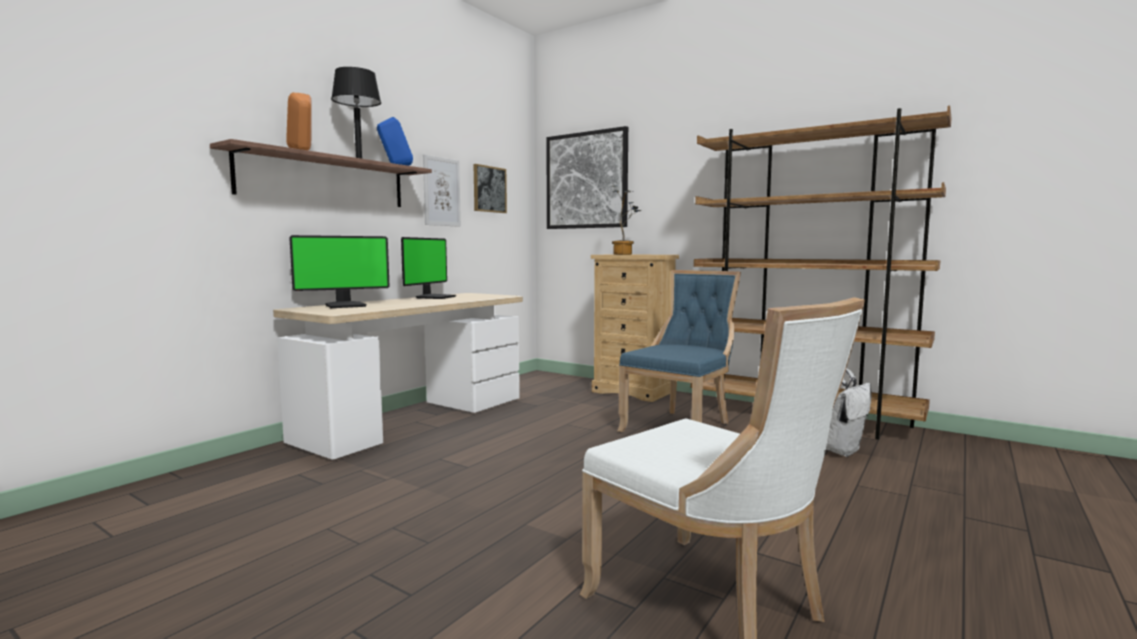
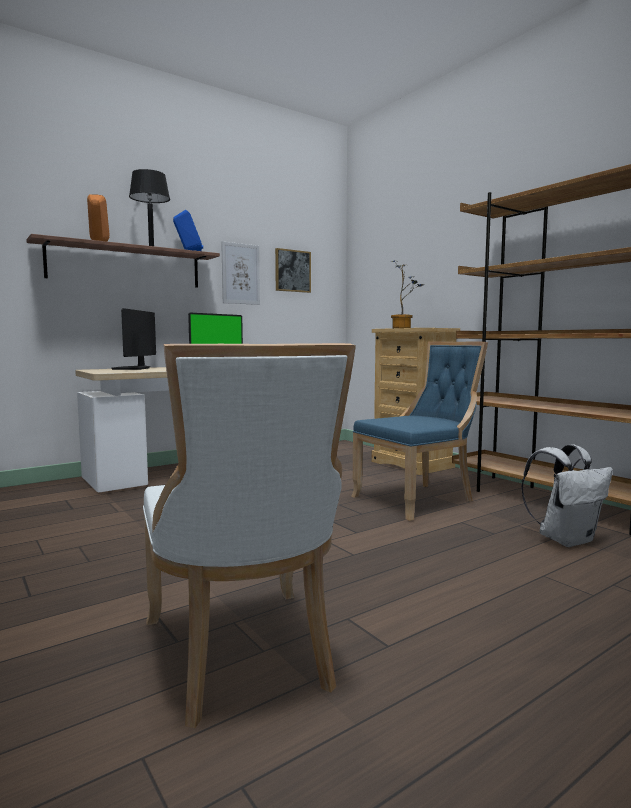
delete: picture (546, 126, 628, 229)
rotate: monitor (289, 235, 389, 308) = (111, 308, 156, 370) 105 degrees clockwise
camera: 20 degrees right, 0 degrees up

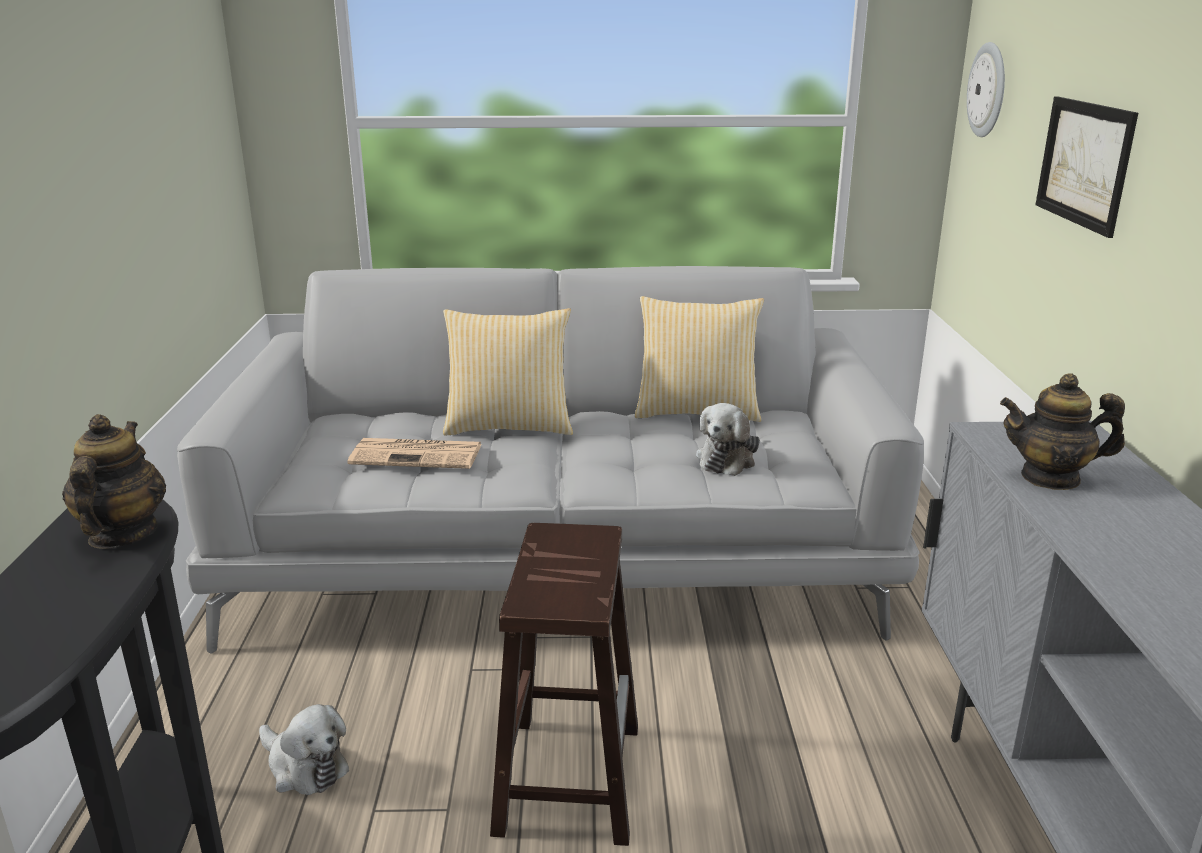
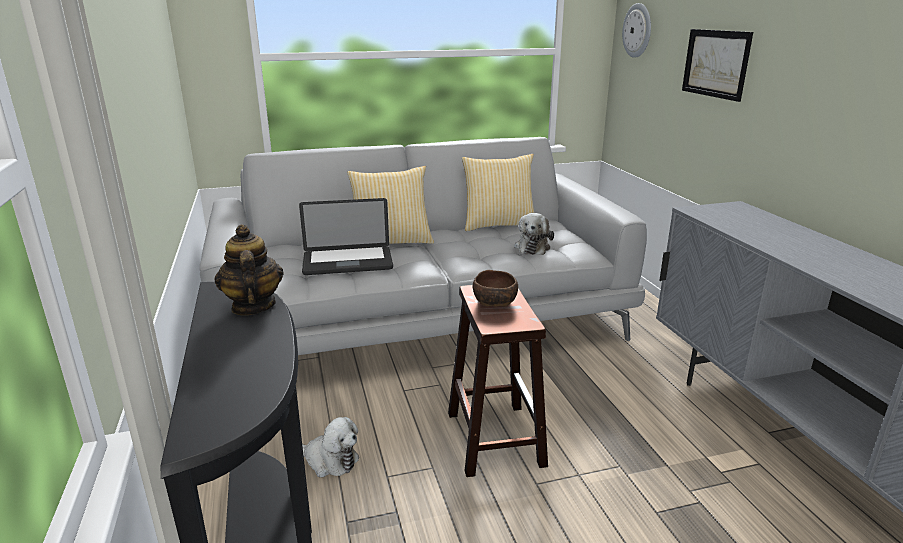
delete: teapot (1000, 373, 1125, 490)
insert: brown bowl (473, 270, 518, 307)
replace: newspaper (347, 438, 482, 469) to laptop (299, 198, 393, 275)
camera: 15 degrees left, 0 degrees up

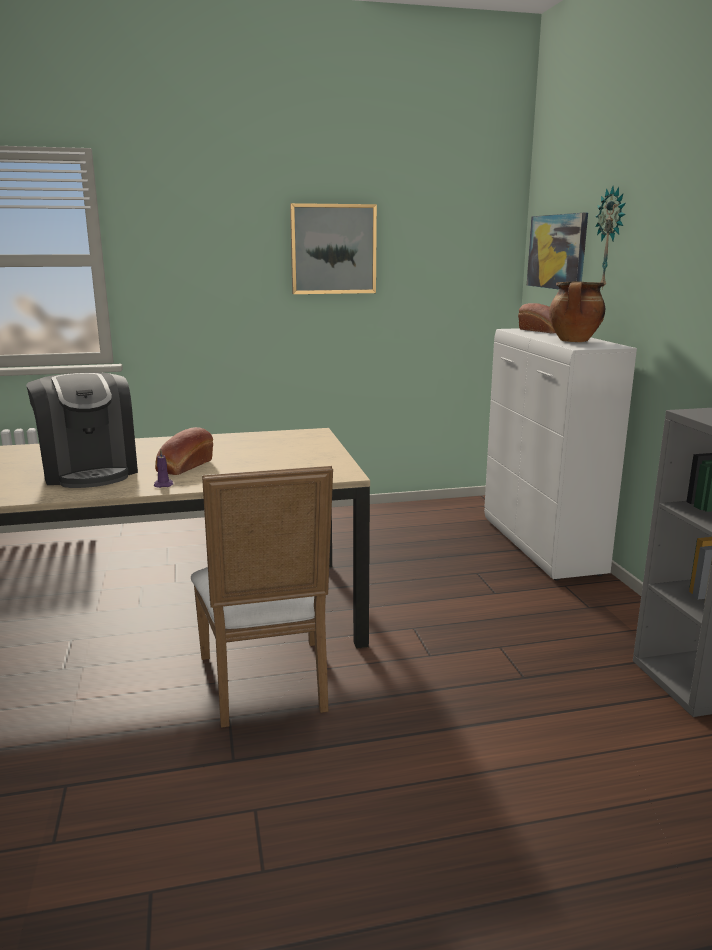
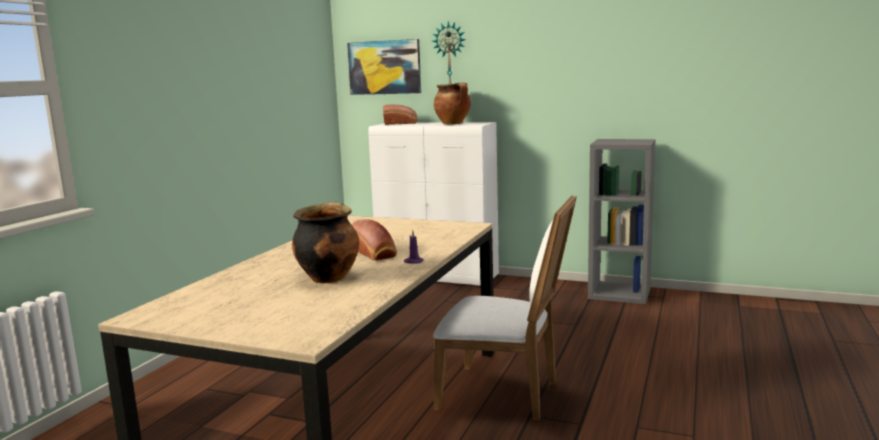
delete: picture (290, 203, 377, 294)
replace: coffee machine (26, 372, 138, 488) to cooking pot (292, 202, 359, 284)
camera: 55 degrees left, 5 degrees down

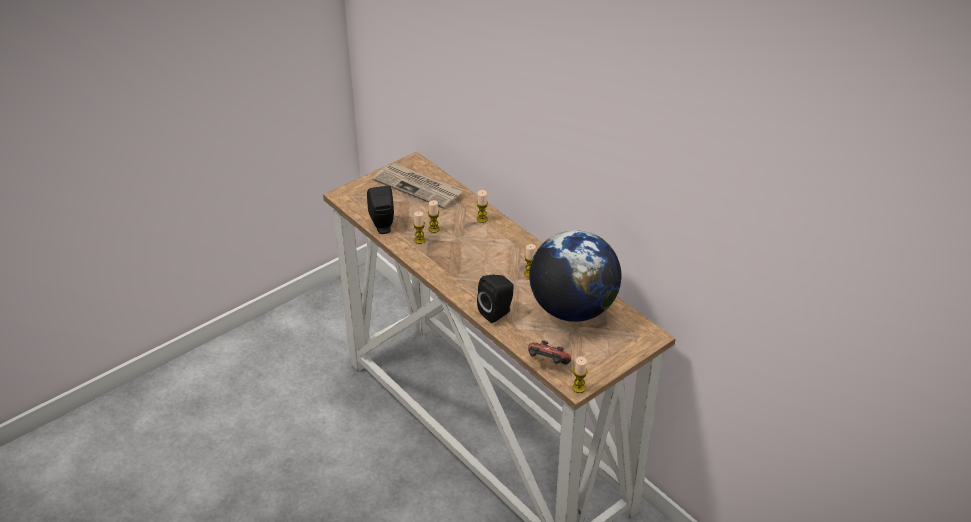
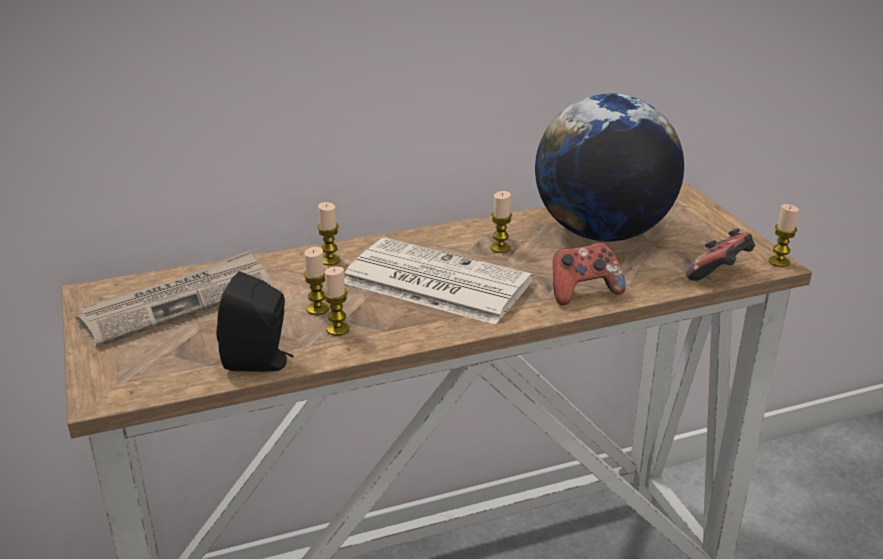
insert: newspaper (344, 238, 533, 325)
replace: black speaker (477, 274, 514, 323) to game controller (553, 243, 626, 305)
camera: 70 degrees left, 10 degrees down

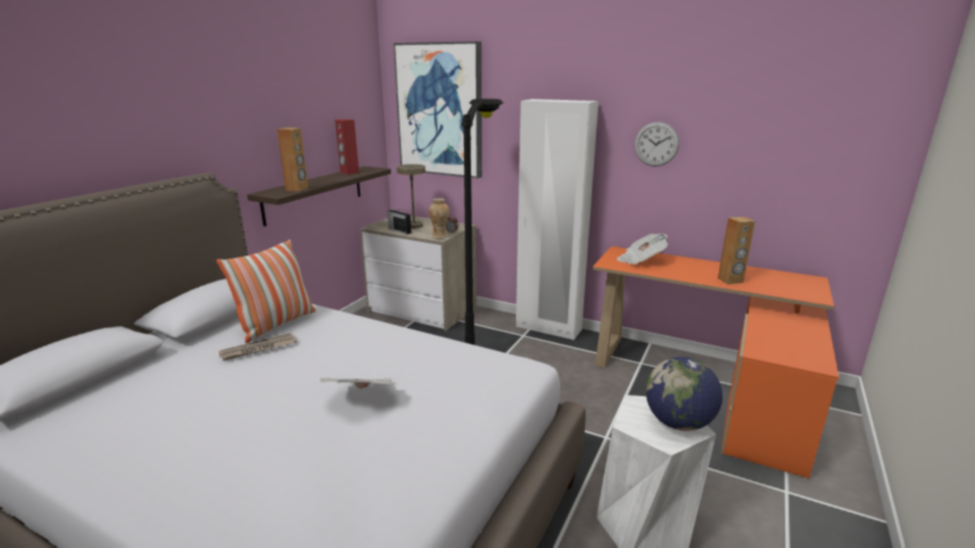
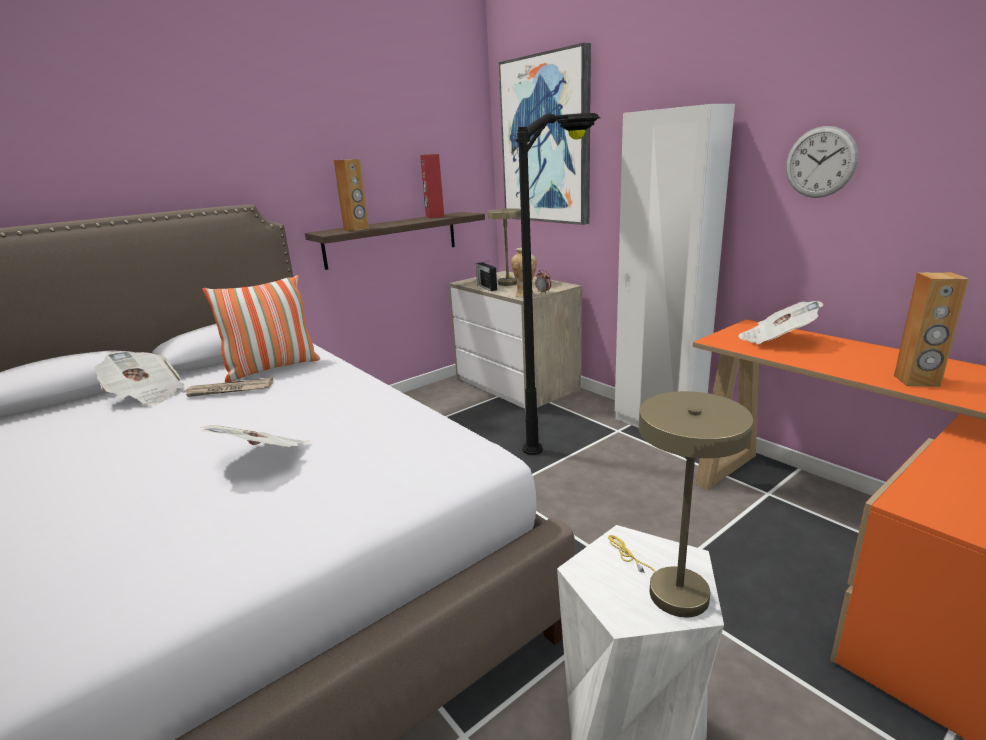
insert: newspaper (94, 351, 184, 405)
replace: globe (646, 357, 723, 431) to beige table lamp (608, 391, 753, 617)
camera: 25 degrees right, 0 degrees up

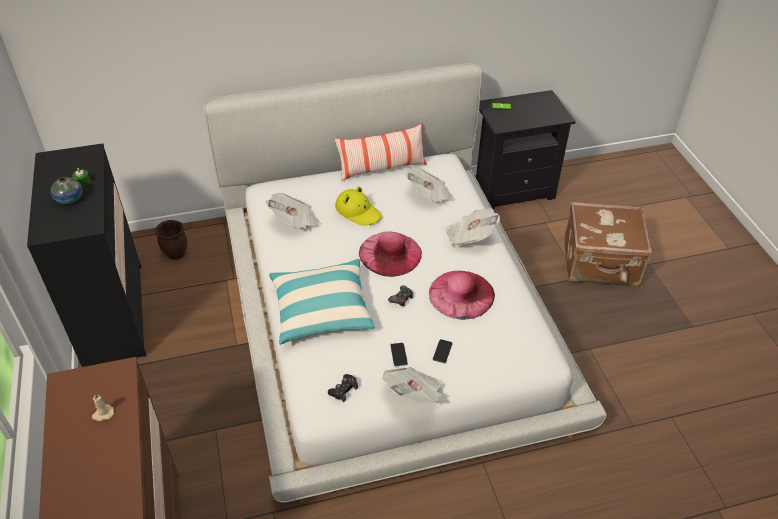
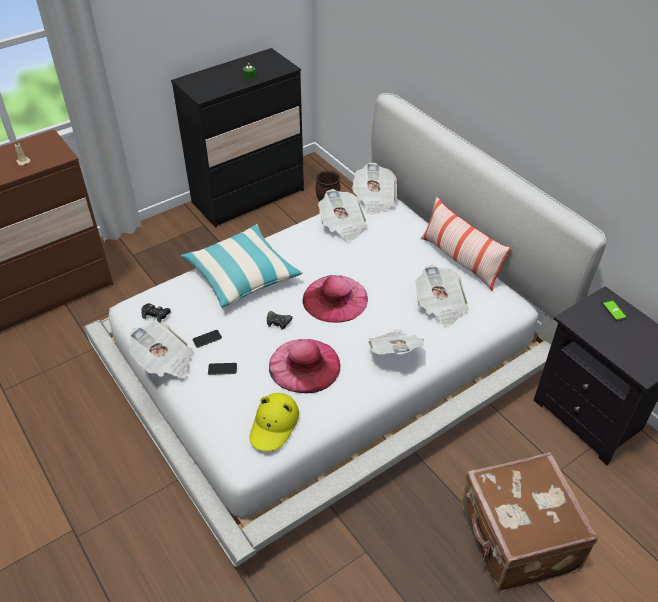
delete: vase (50, 177, 82, 204)
insert: newspaper (352, 163, 397, 215)
move: yellow hat (335, 186, 382, 226) to (249, 393, 299, 451)
camera: 70 degrees right, 0 degrees up

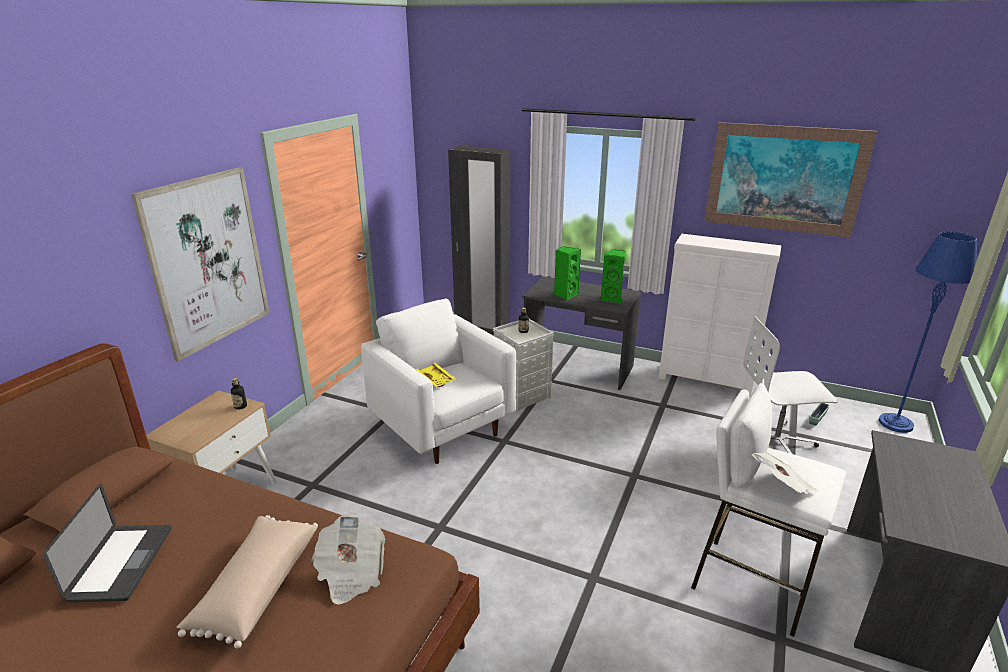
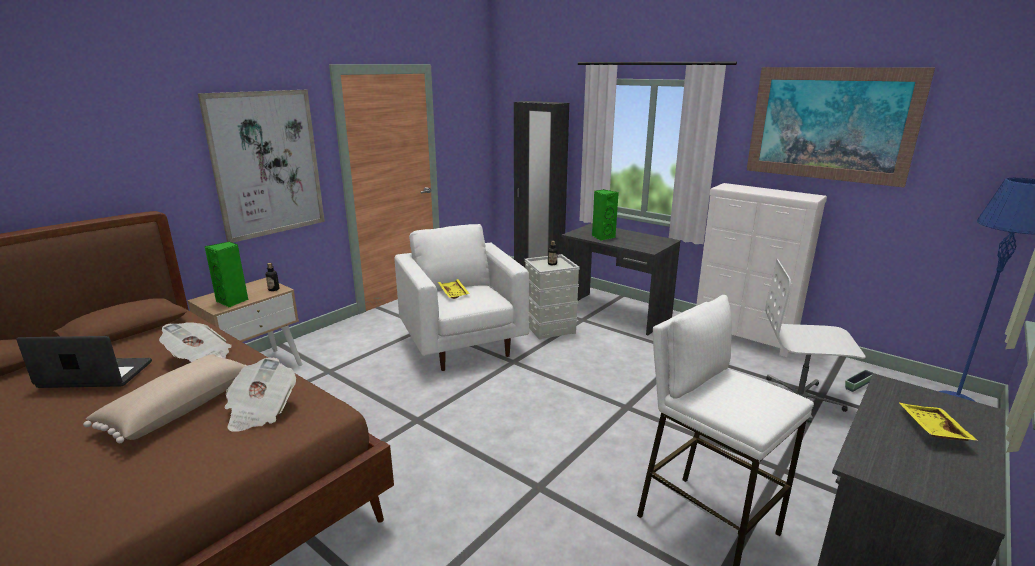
insert: yellow tray (900, 403, 978, 441)
move: newspaper (751, 452, 817, 494) to (159, 322, 232, 362); green speaker (601, 249, 625, 303) to (205, 242, 248, 308)
rotate: laptop (43, 484, 172, 603) = (16, 336, 152, 388) 105 degrees counterclockwise
camera: 15 degrees right, 5 degrees down

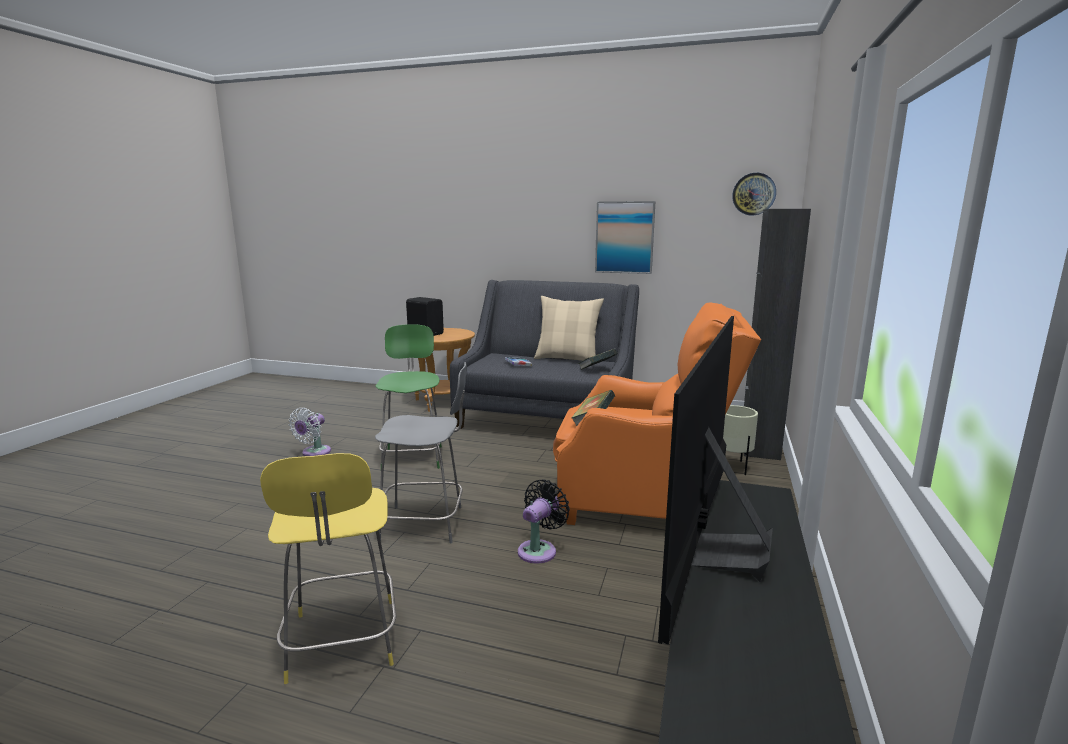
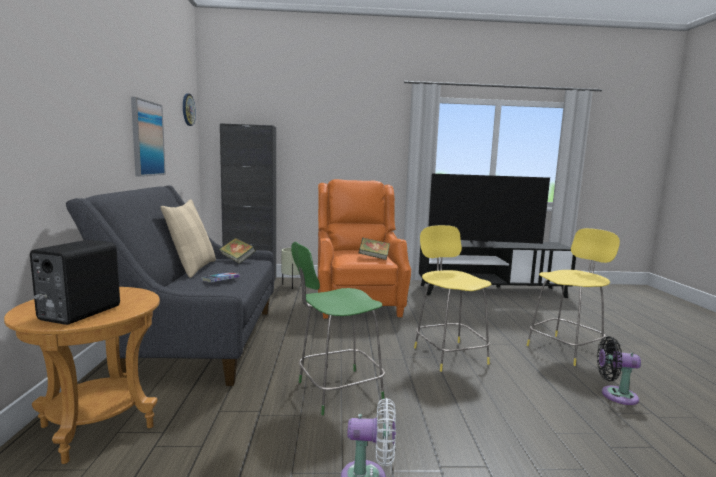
move: black fan (518, 479, 570, 564) to (597, 336, 641, 405)
recolor: grey stool (375, 362, 467, 543) to yellow stool (414, 225, 491, 372)
camera: 110 degrees left, 5 degrees down

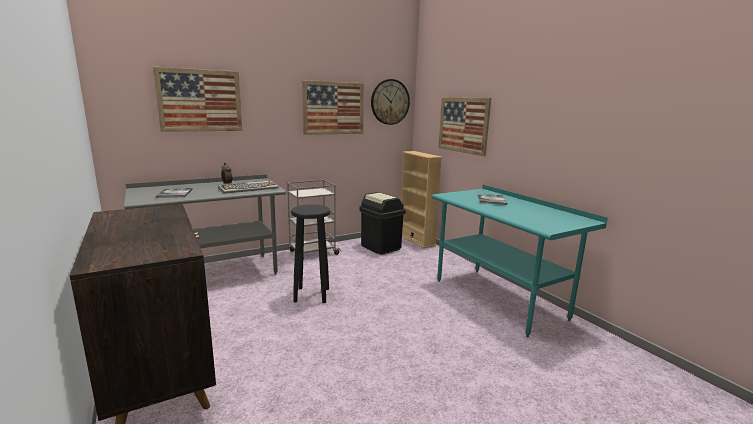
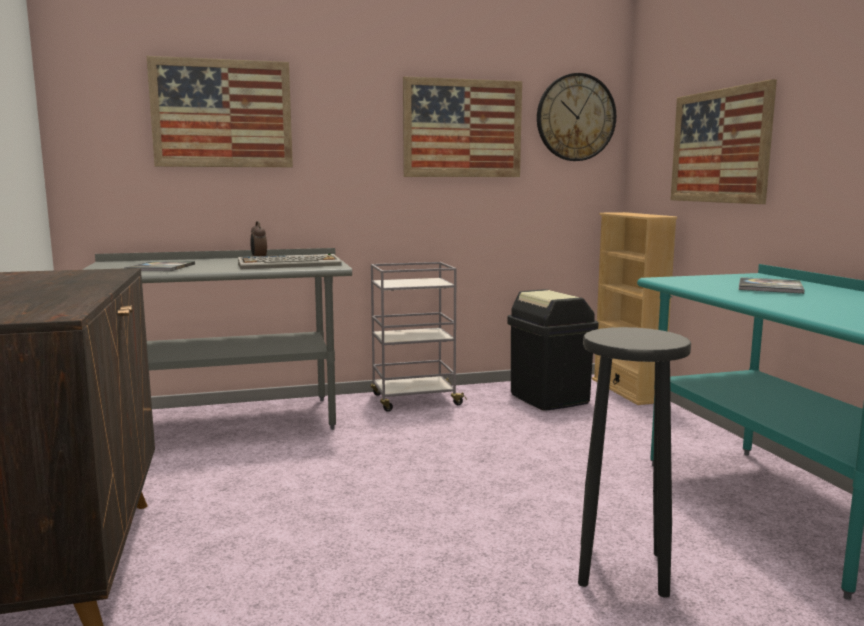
move: black stool (291, 204, 330, 303) to (578, 327, 691, 598)
camera: 15 degrees right, 5 degrees down

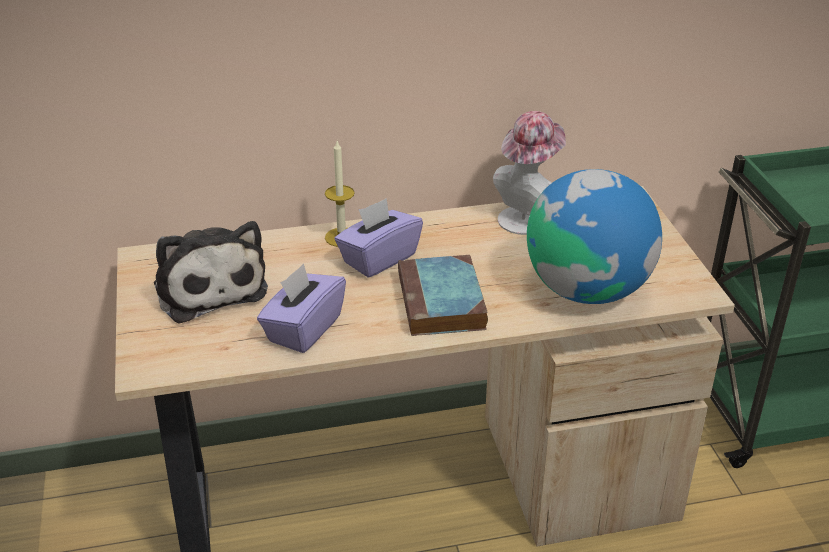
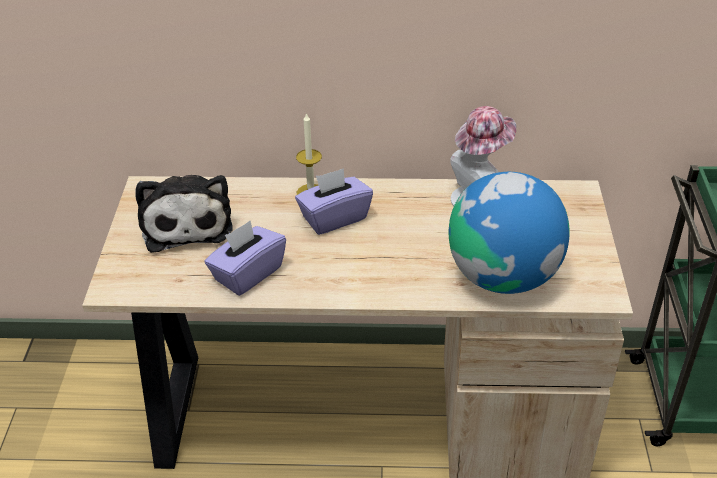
delete: book (398, 255, 488, 336)
camera: 15 degrees right, 5 degrees up

